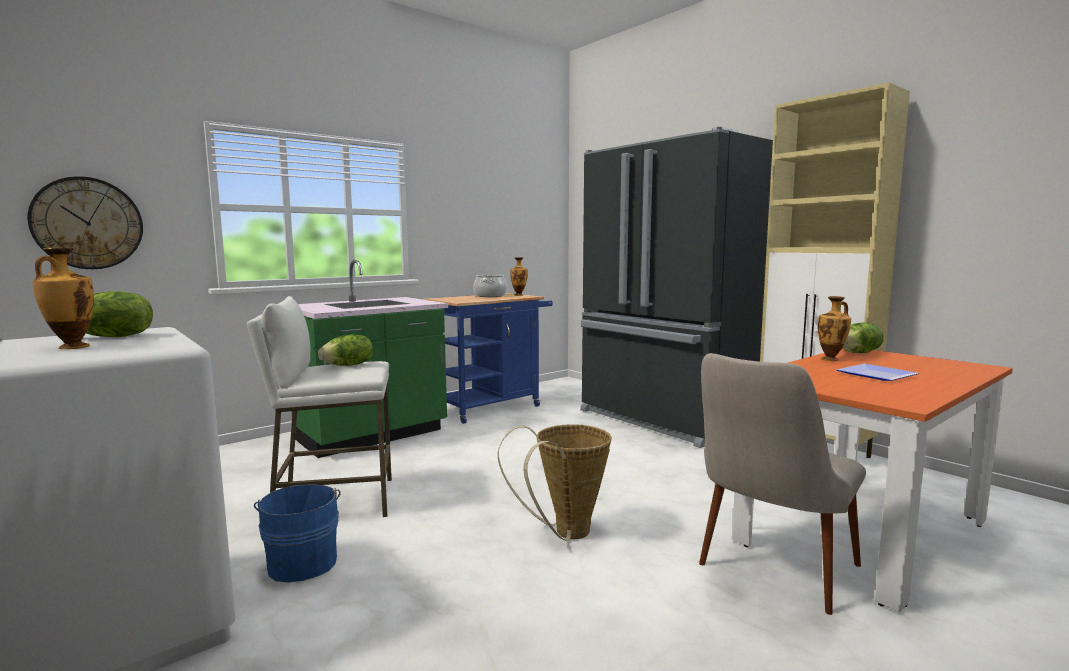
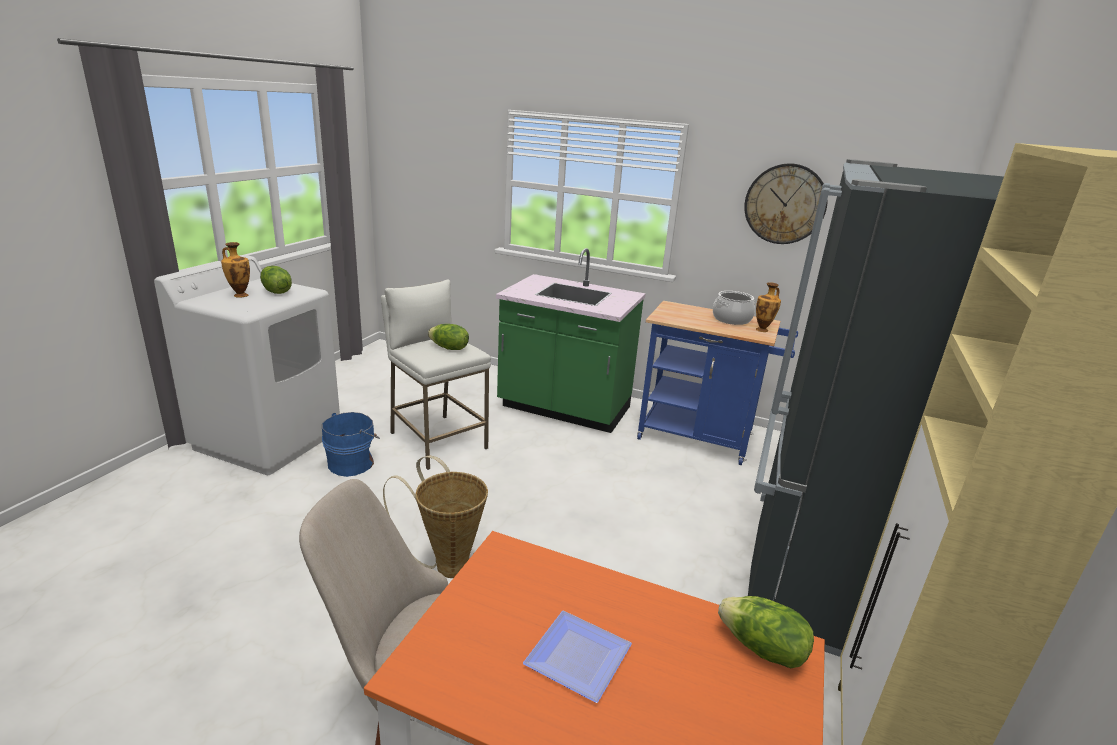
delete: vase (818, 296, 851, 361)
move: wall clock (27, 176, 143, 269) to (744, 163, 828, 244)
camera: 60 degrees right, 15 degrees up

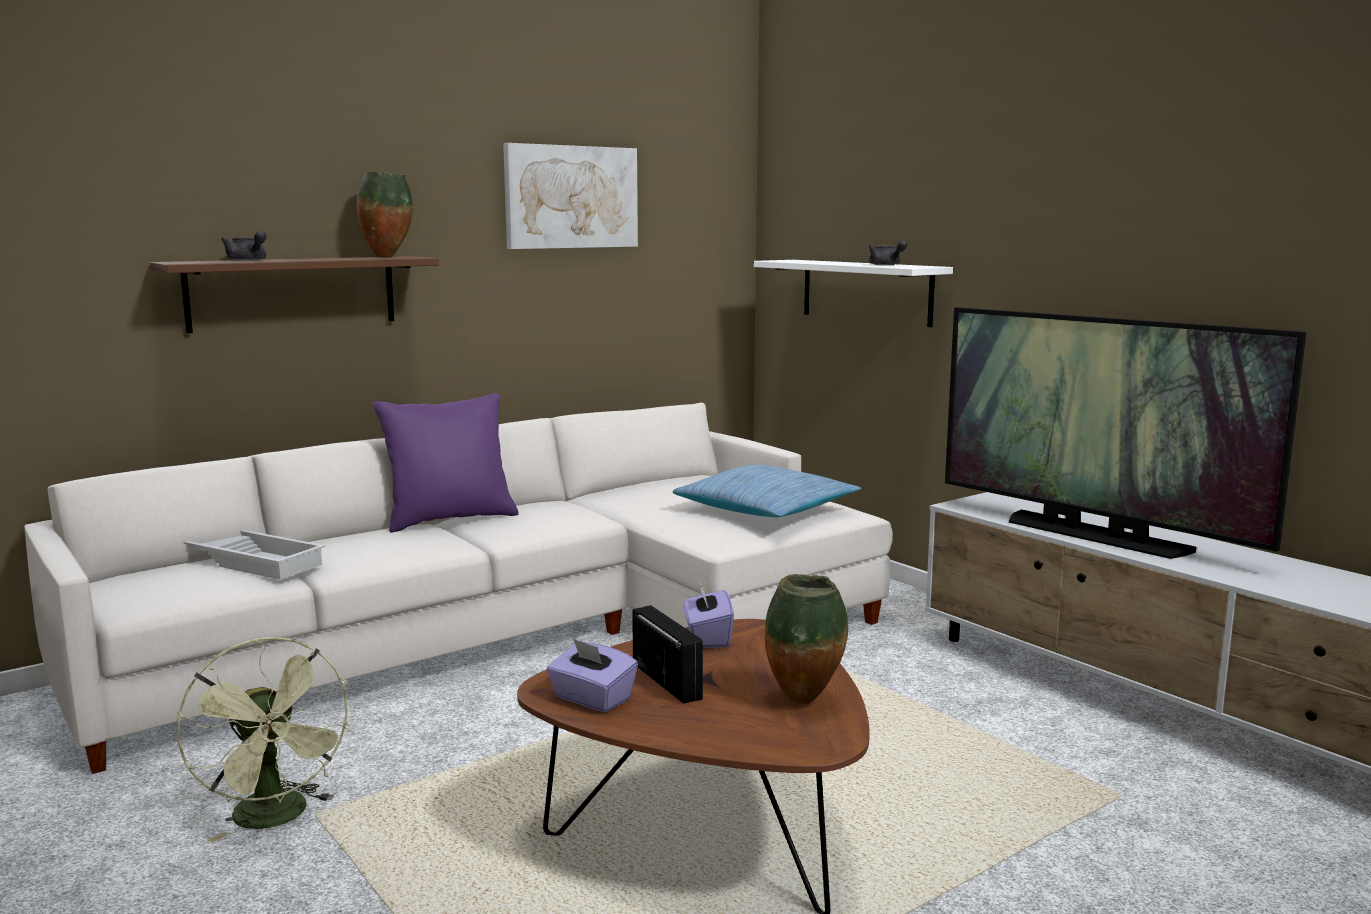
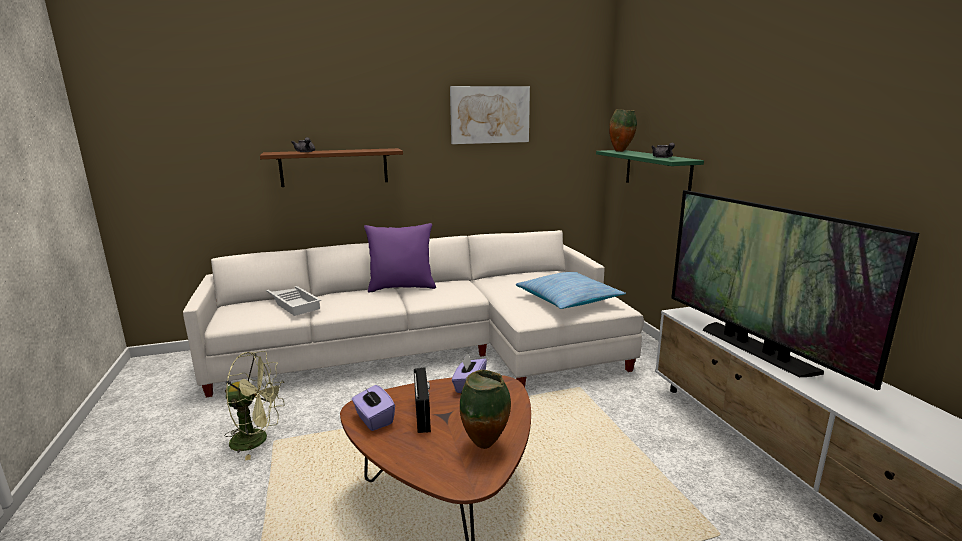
move: vase (357, 171, 413, 258) to (609, 109, 637, 152)
recolor: white shelf (754, 260, 953, 327) to green shelf (596, 150, 704, 191)
rotate: green fan (177, 637, 352, 843) = (224, 351, 284, 461) 75 degrees counterclockwise
camera: 20 degrees right, 5 degrees up

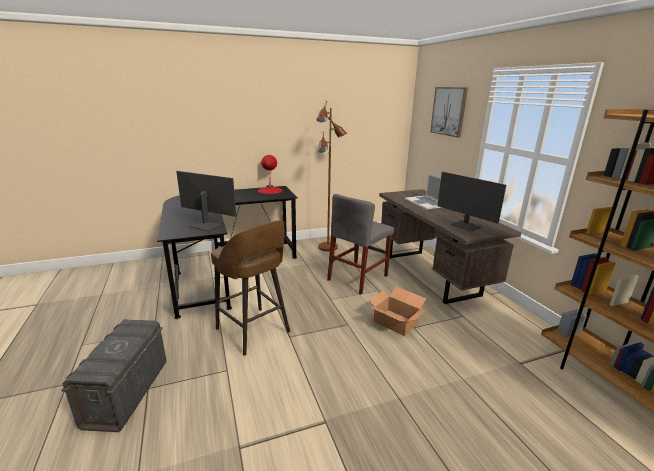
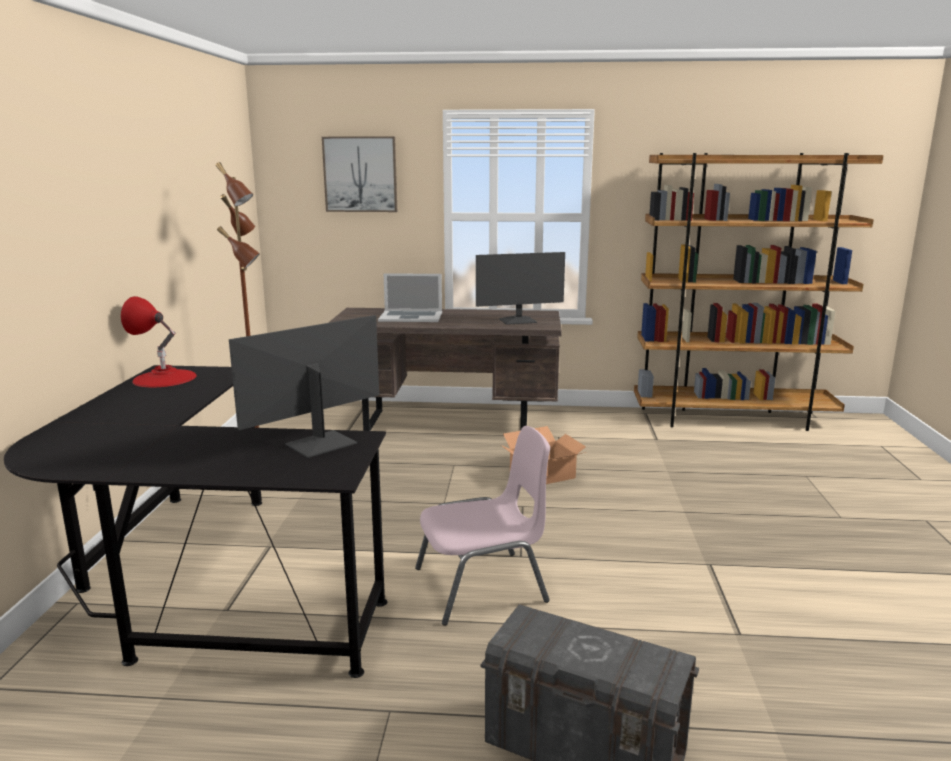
delete: grey chair (327, 194, 394, 294)
replace: brown stool (211, 220, 290, 356) to pink chair (415, 426, 550, 626)
camera: 65 degrees left, 5 degrees down

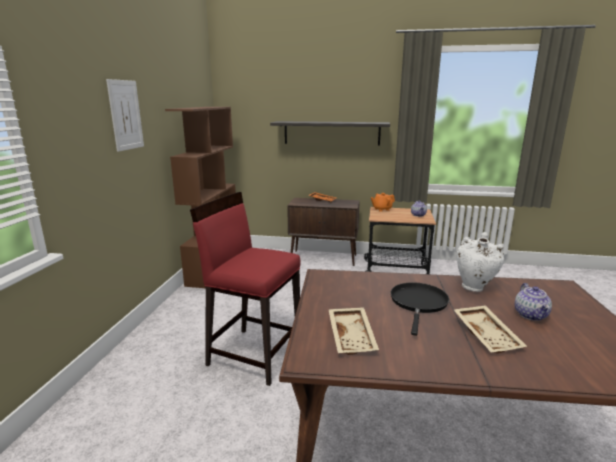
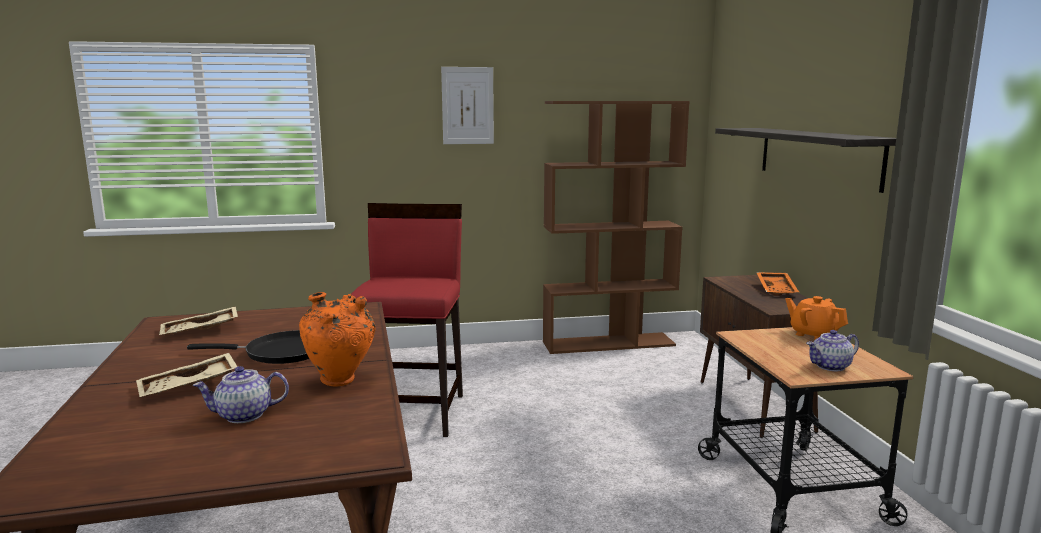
recolor: white vase (457, 232, 504, 292) to orange vase (299, 292, 375, 387)
camera: 70 degrees right, 5 degrees down

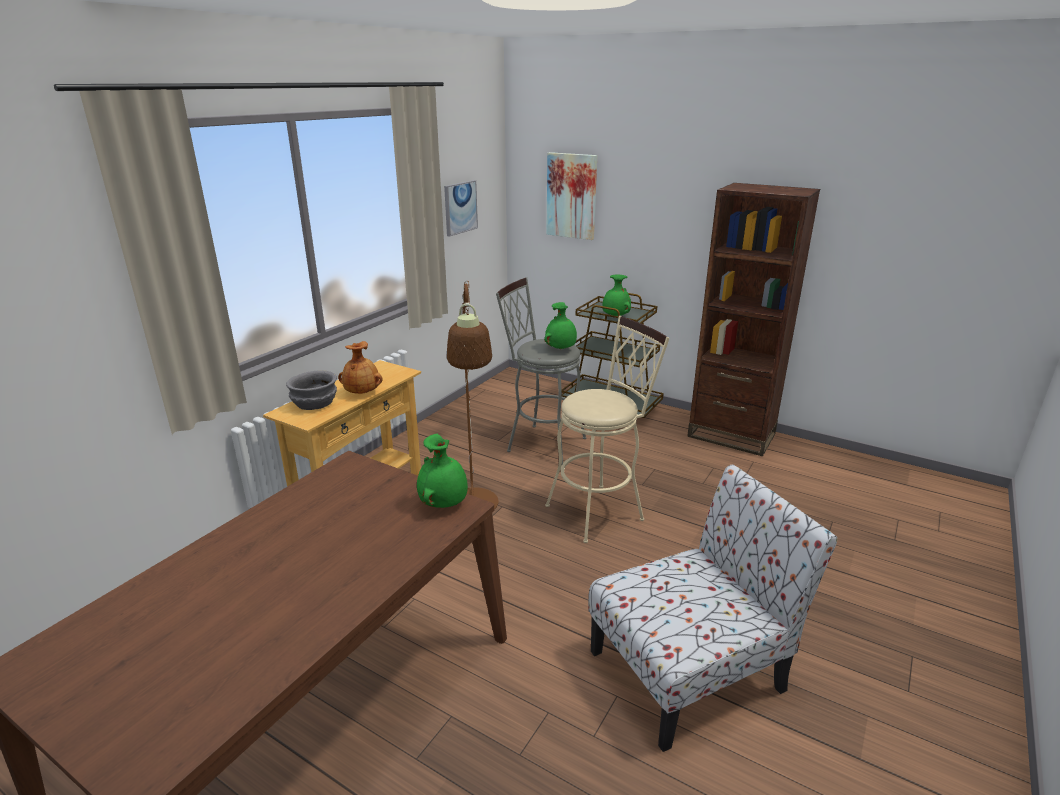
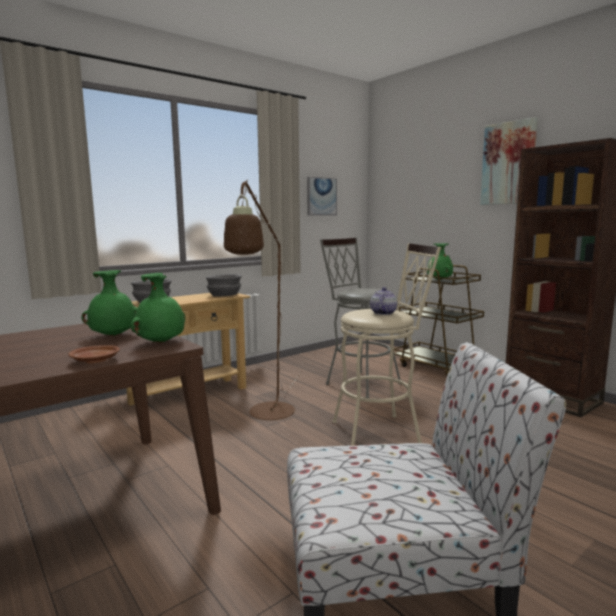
delete: brown vase (338, 341, 383, 394)
insert: brown plate (68, 345, 120, 363); grey bowl (206, 274, 242, 296); teapot (370, 287, 397, 315)
move: green vase (544, 302, 577, 349) to (81, 270, 137, 336); picture (546, 152, 597, 240) to (480, 117, 538, 205)
camera: 20 degrees right, 15 degrees down

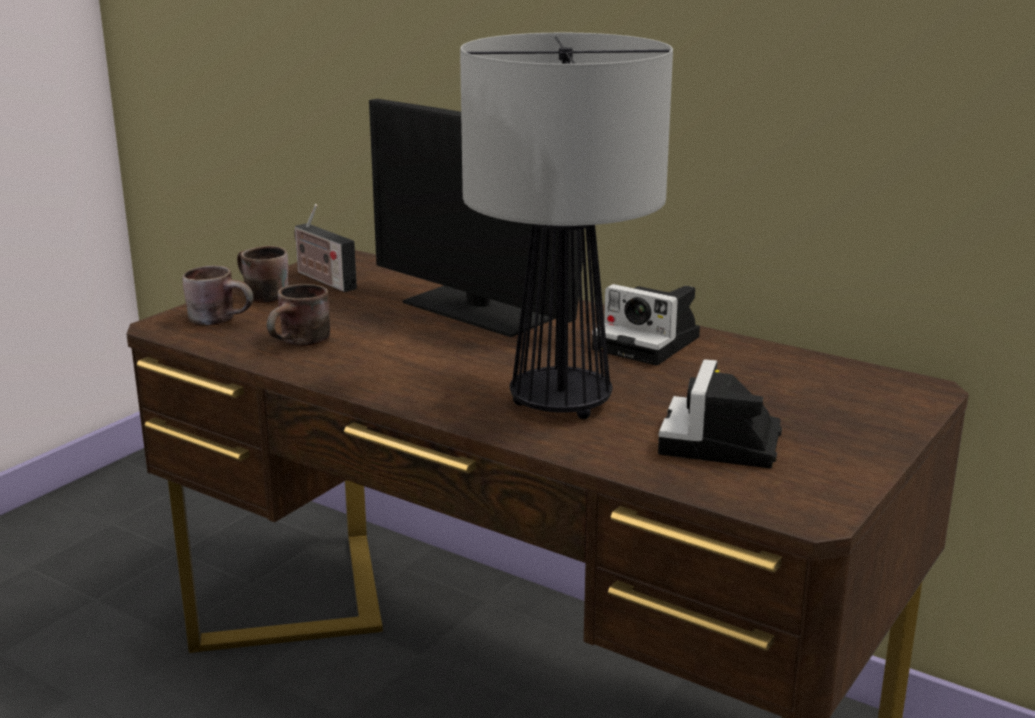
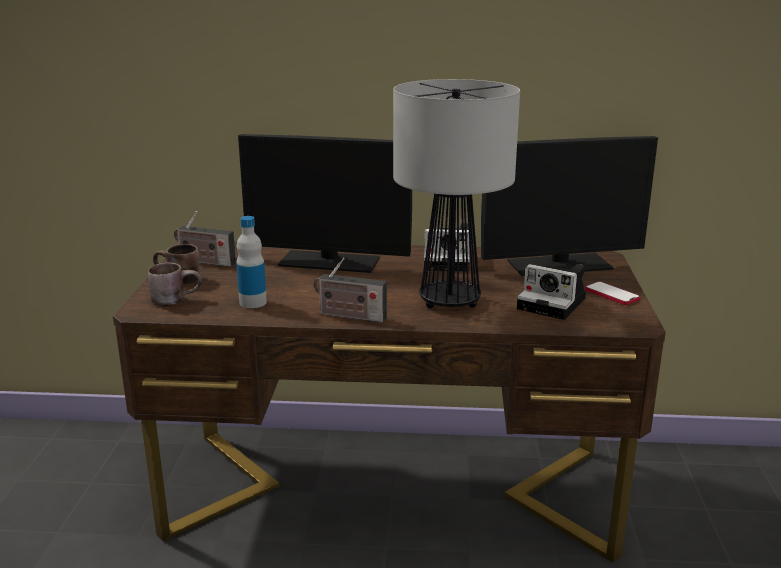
insert: radio (314, 258, 387, 323); monitor (481, 136, 658, 276); phone (585, 281, 641, 305)
replace: brown mug (267, 284, 330, 347) to bottle (236, 216, 267, 308)
rotate: photo camera (658, 359, 782, 468) = (517, 264, 586, 320) 45 degrees counterclockwise
camera: 30 degrees left, 0 degrees up

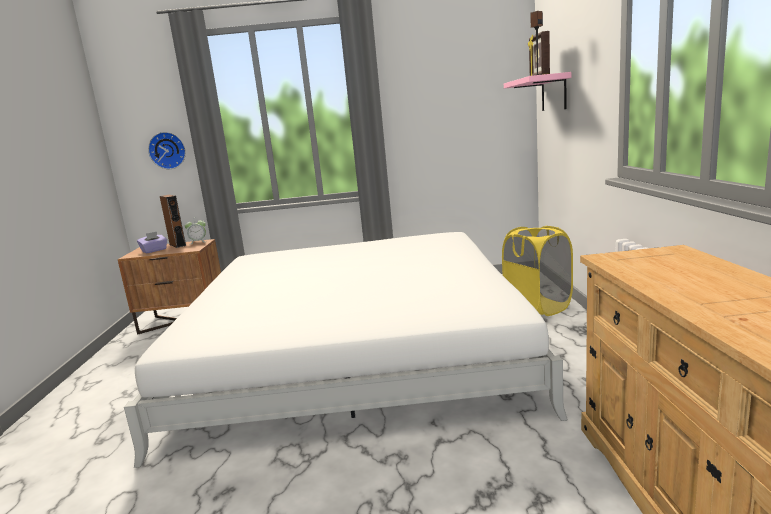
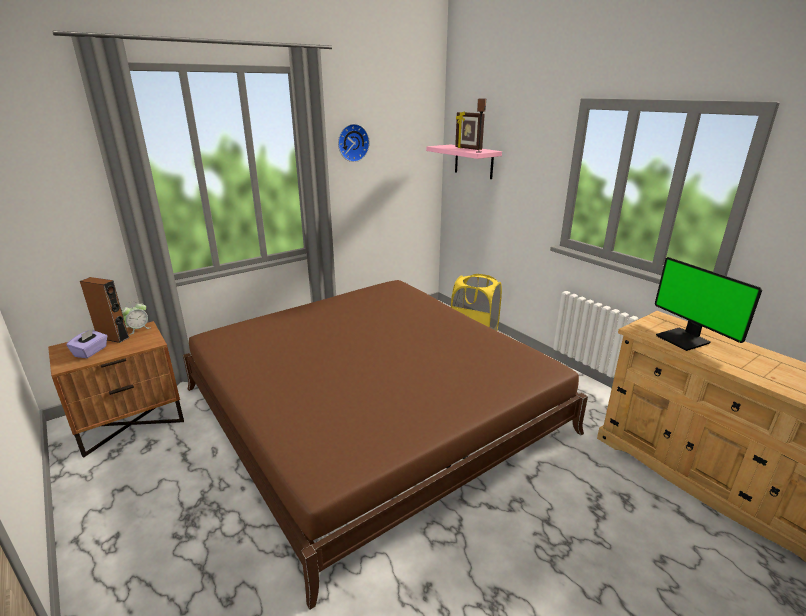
insert: monitor (655, 257, 762, 351)
move: wall clock (148, 132, 186, 169) to (338, 124, 370, 162)
recolor: white bed (124, 232, 568, 468) to brown bed (183, 280, 588, 610)
camera: 35 degrees left, 10 degrees up

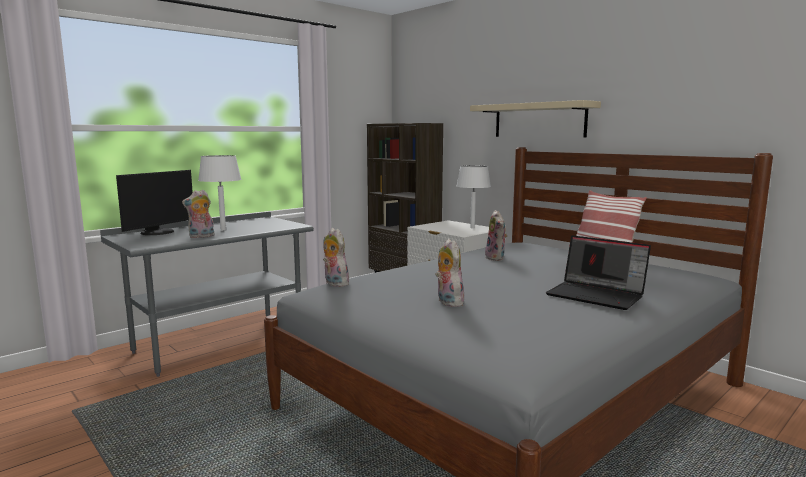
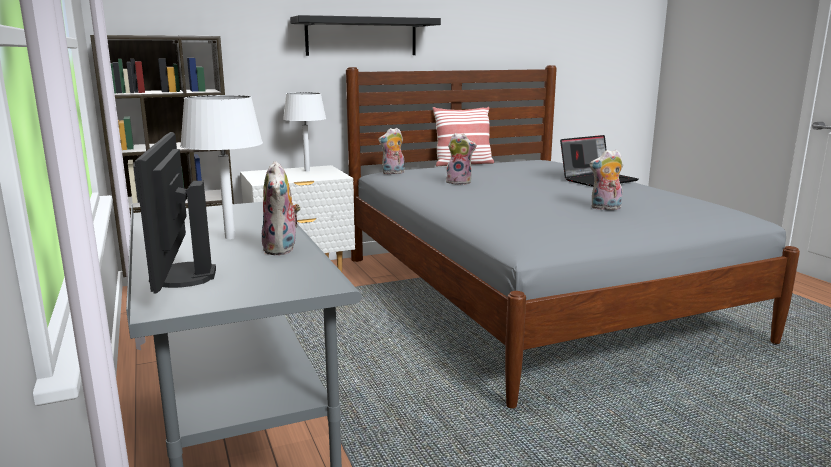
move: plush toy (323, 228, 349, 287) to (378, 128, 405, 174)
recolor: beige shelf (470, 100, 601, 137) to black shelf (290, 15, 441, 56)
rotate: monitor (116, 170, 193, 235) = (135, 132, 216, 294) 150 degrees counterclockwise
camera: 70 degrees left, 5 degrees up

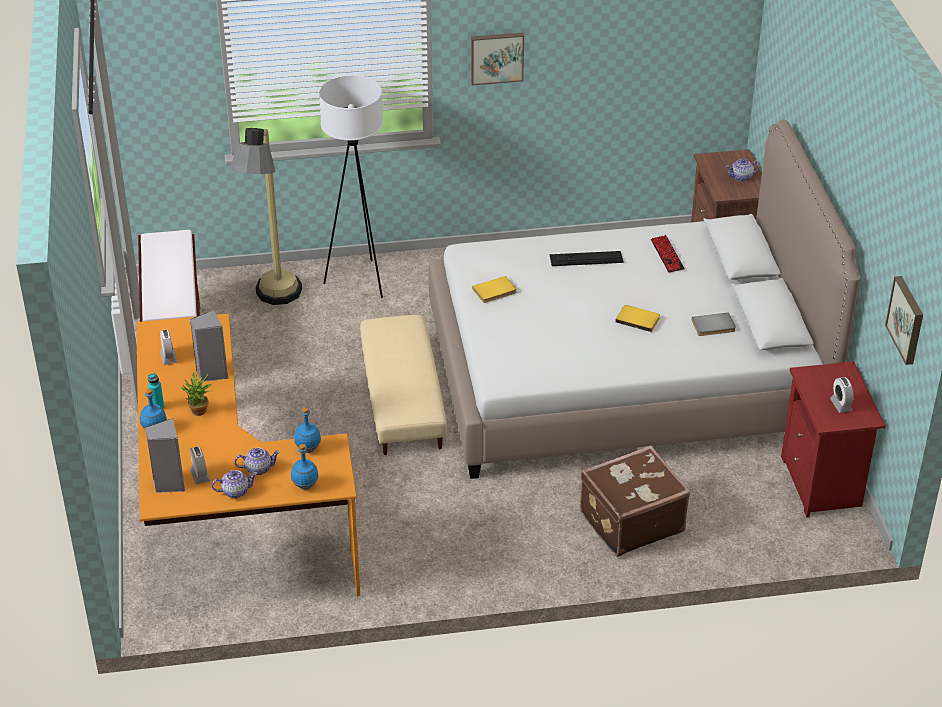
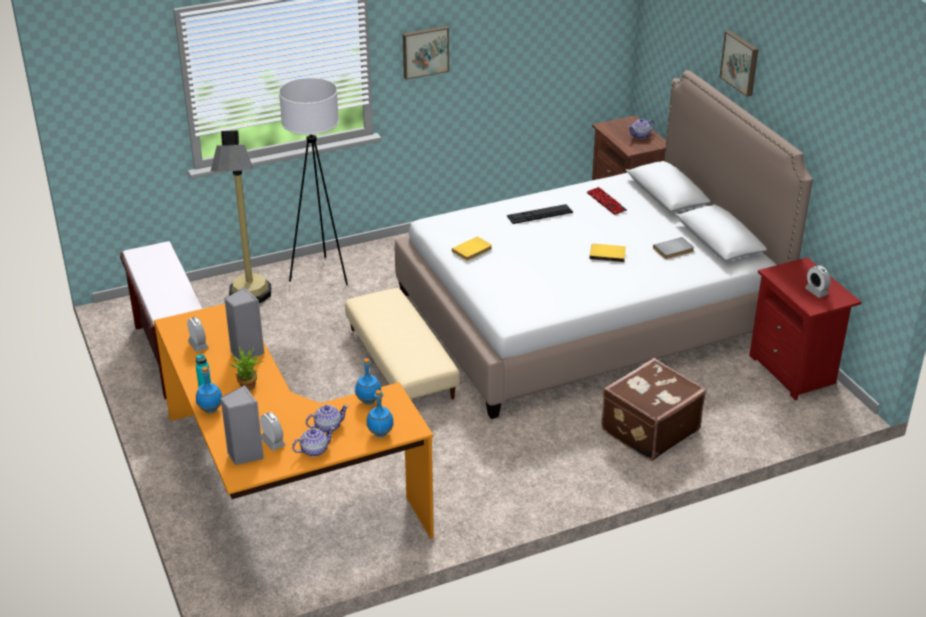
move: picture (885, 276, 923, 365) to (720, 31, 758, 97)
camera: 15 degrees left, 5 degrees down

